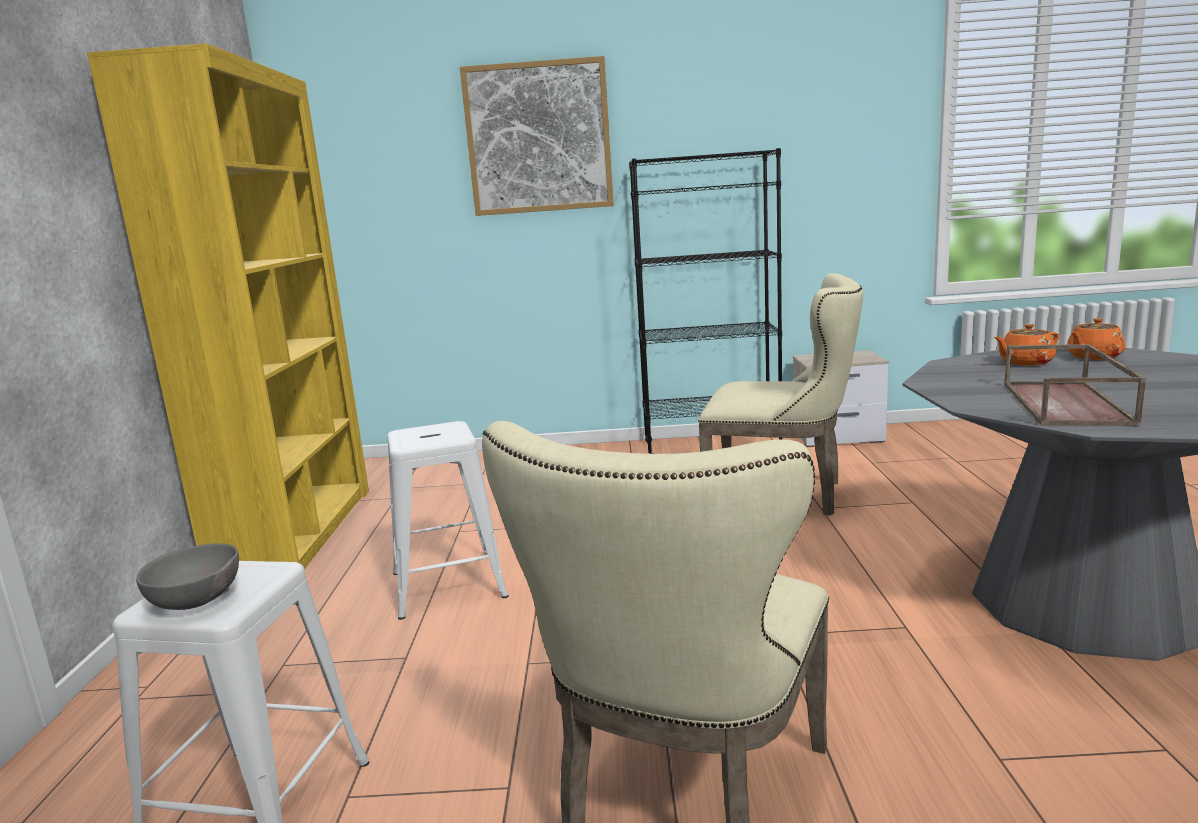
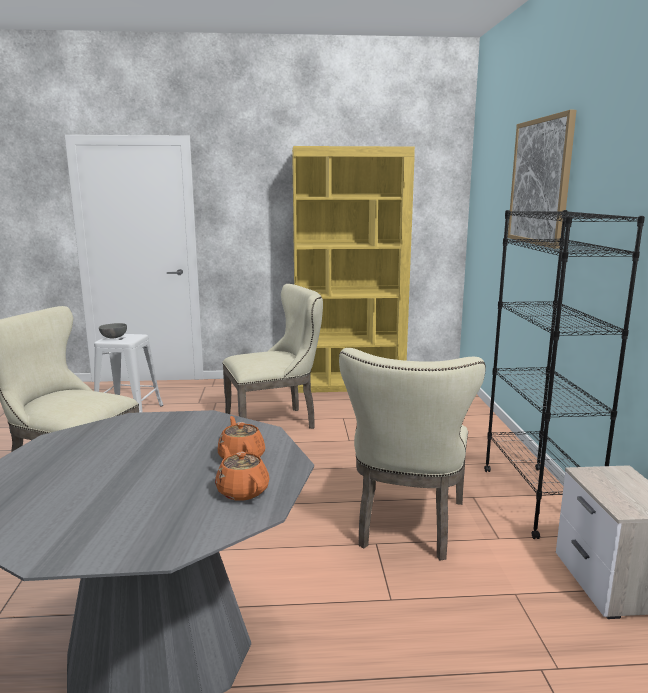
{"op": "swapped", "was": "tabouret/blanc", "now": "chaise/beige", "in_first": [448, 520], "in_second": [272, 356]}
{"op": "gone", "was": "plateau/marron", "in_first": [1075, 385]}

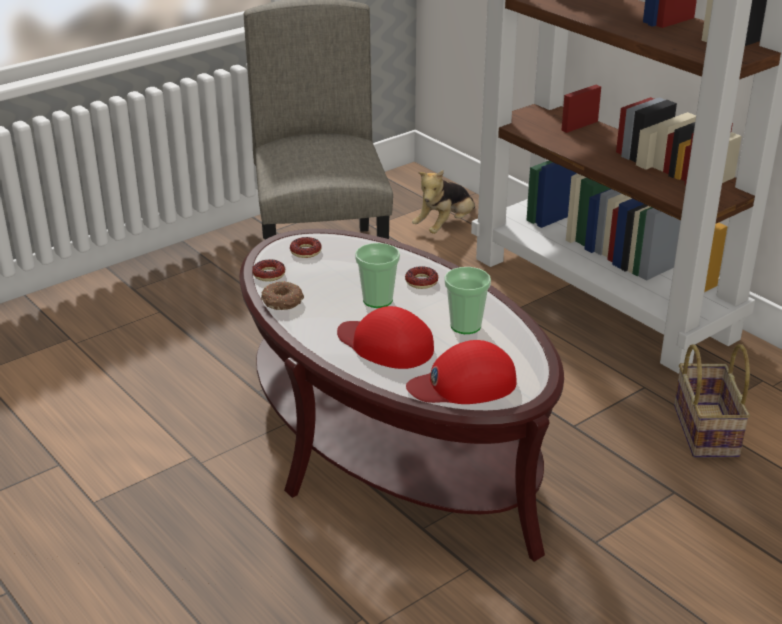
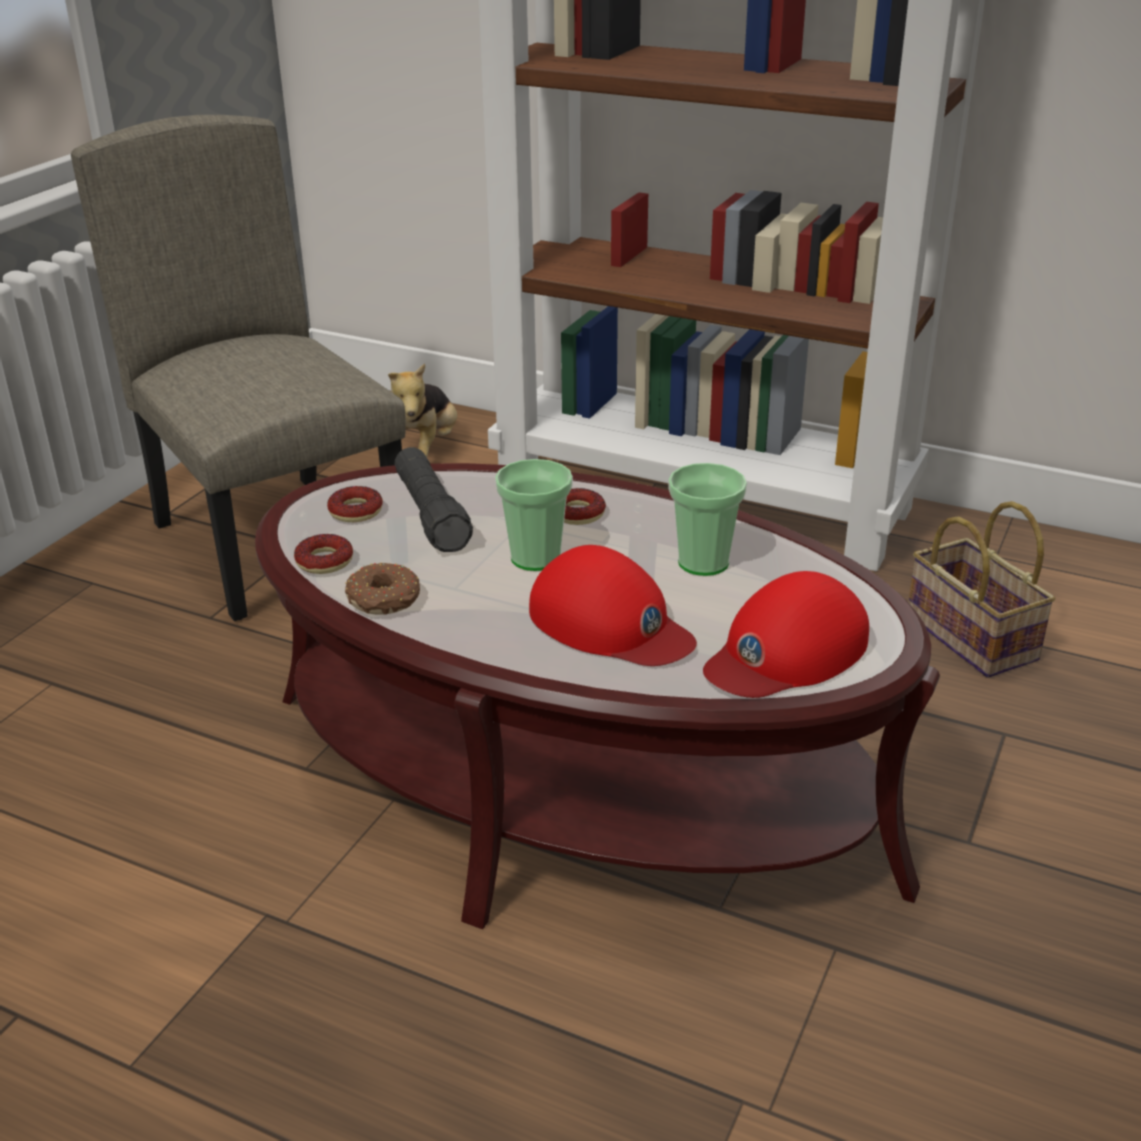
{"op": "new", "now": "lampe de poche/noir", "in_second": [433, 499]}
{"op": "rotated", "was": "casquette/rouge", "in_first": [385, 337], "in_second": [613, 605], "clockwise": -150}

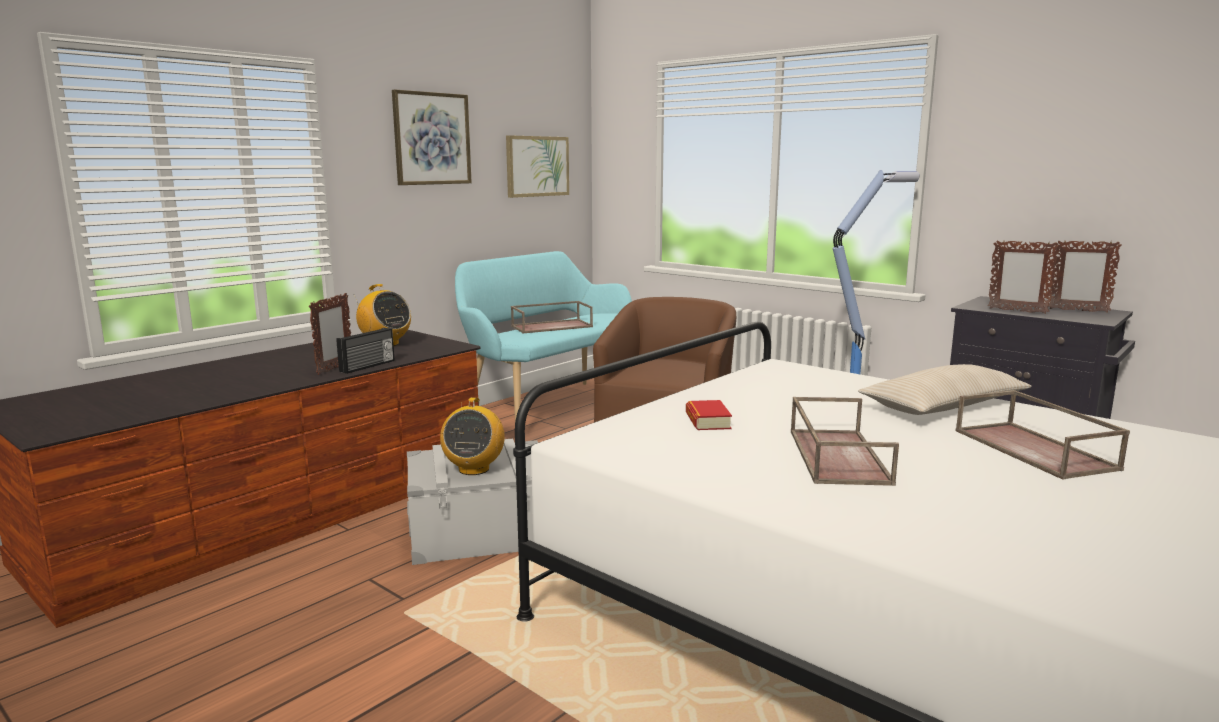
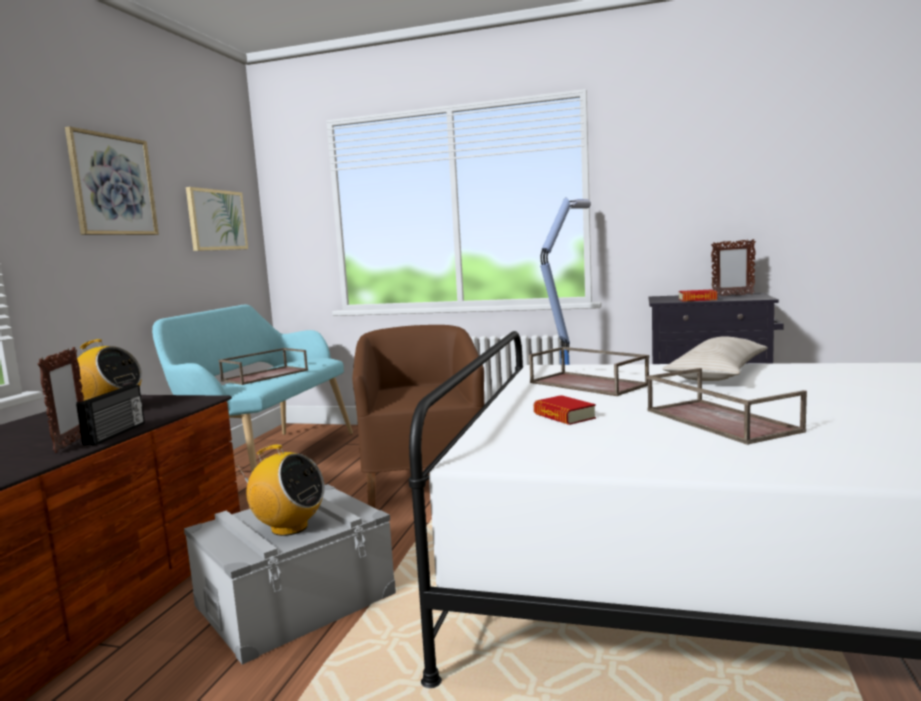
{"op": "rotated", "was": "radio", "in_first": [472, 436], "in_second": [281, 490], "clockwise": -45}
{"op": "shifted", "was": "plateau/marron", "in_first": [1042, 435], "in_second": [589, 371]}
{"op": "swapped", "was": "cadre photo", "now": "livre", "in_first": [1023, 277], "in_second": [698, 295]}

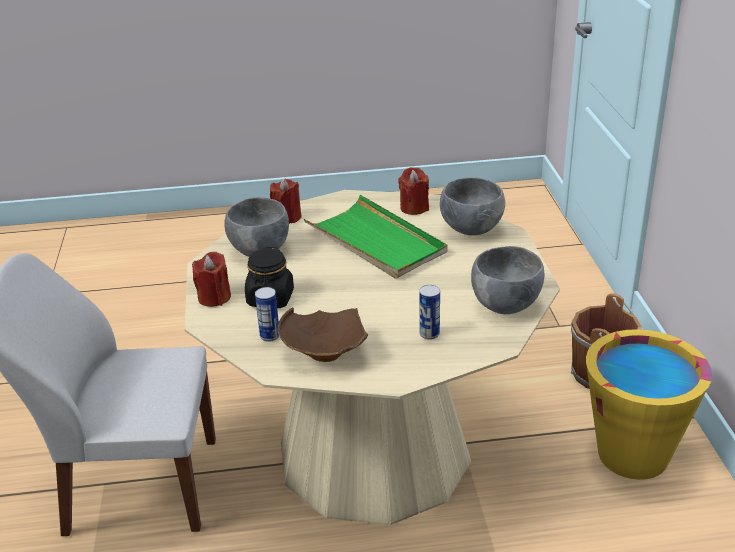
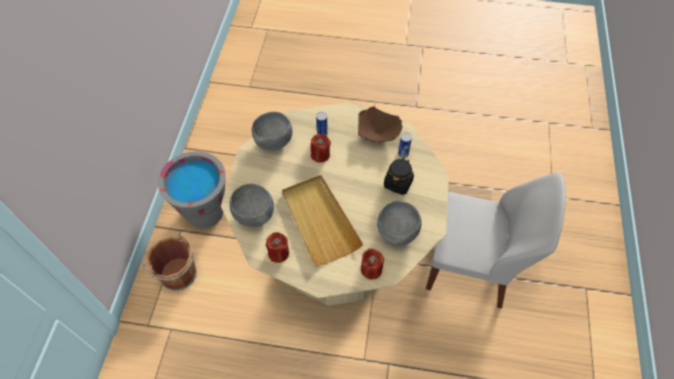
{"op": "repainted", "was": "seau/jaune", "now": "seau/gris", "in_first": [649, 404], "in_second": [192, 189]}
{"op": "repainted", "was": "plateau/vert", "now": "plateau/beige", "in_first": [376, 237], "in_second": [322, 220]}
{"op": "shifted", "was": "bougie/rouge", "in_first": [211, 279], "in_second": [321, 148]}

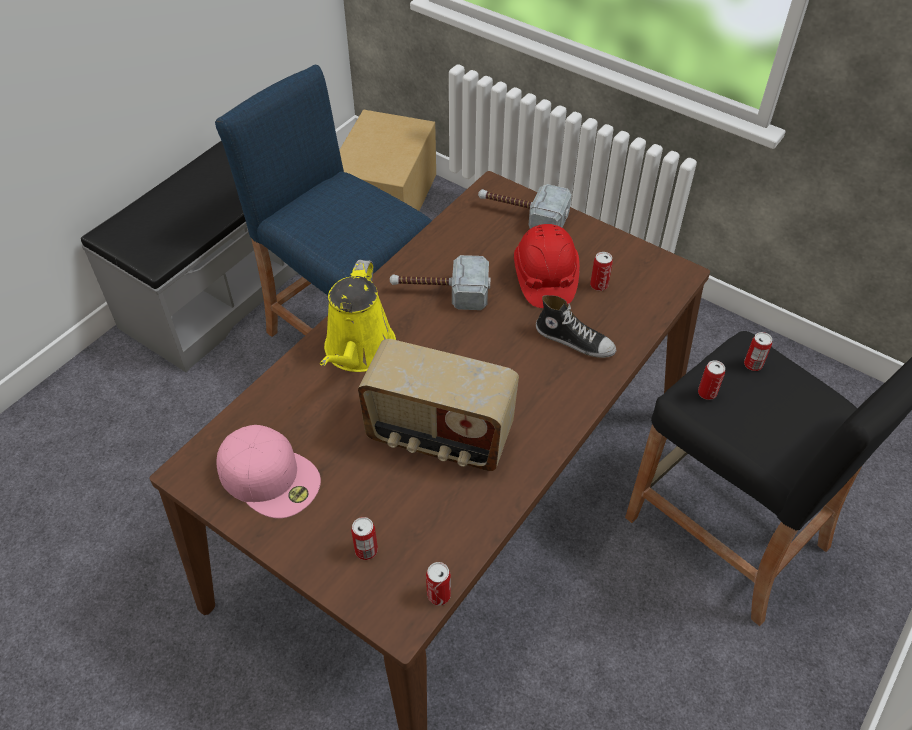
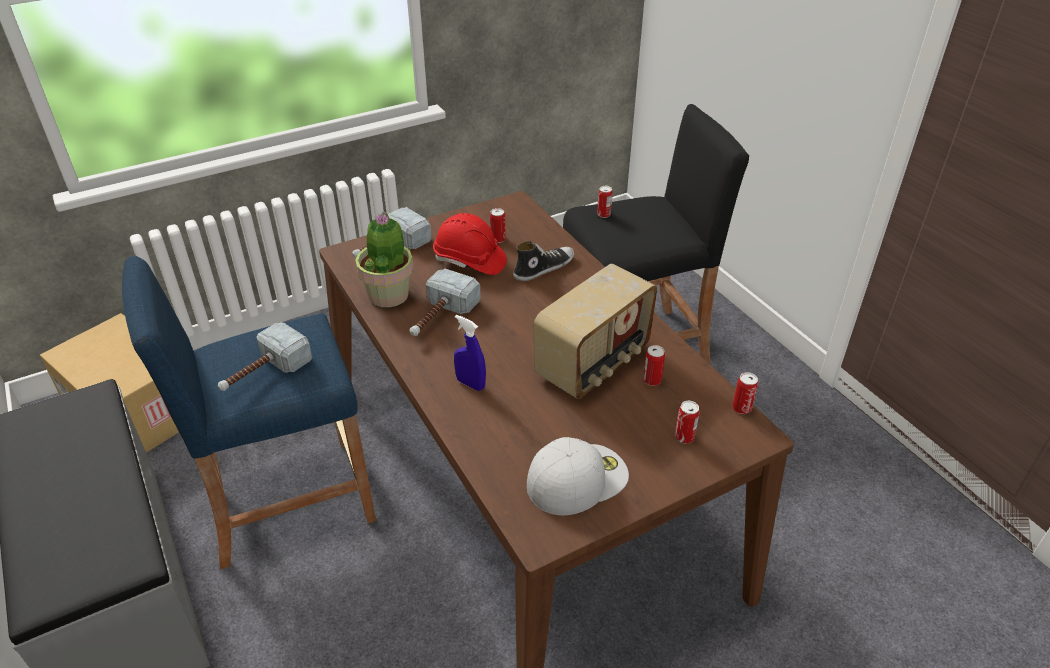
{"op": "new", "now": "marteau", "in_second": [265, 356]}
{"op": "new", "now": "plante en pot", "in_second": [384, 260]}
{"op": "swapped", "was": "arrosoir/jaune", "now": "vaporisateur/bleu", "in_first": [358, 316], "in_second": [470, 353]}
{"op": "repainted", "was": "casquette/rose", "now": "casquette/blanc", "in_first": [268, 471], "in_second": [578, 476]}
{"op": "shifted", "was": "boîte métallique", "in_first": [711, 380], "in_second": [654, 365]}

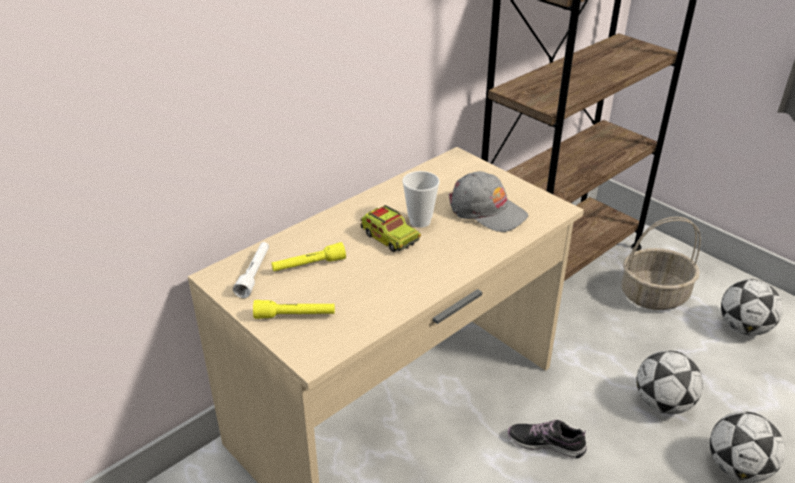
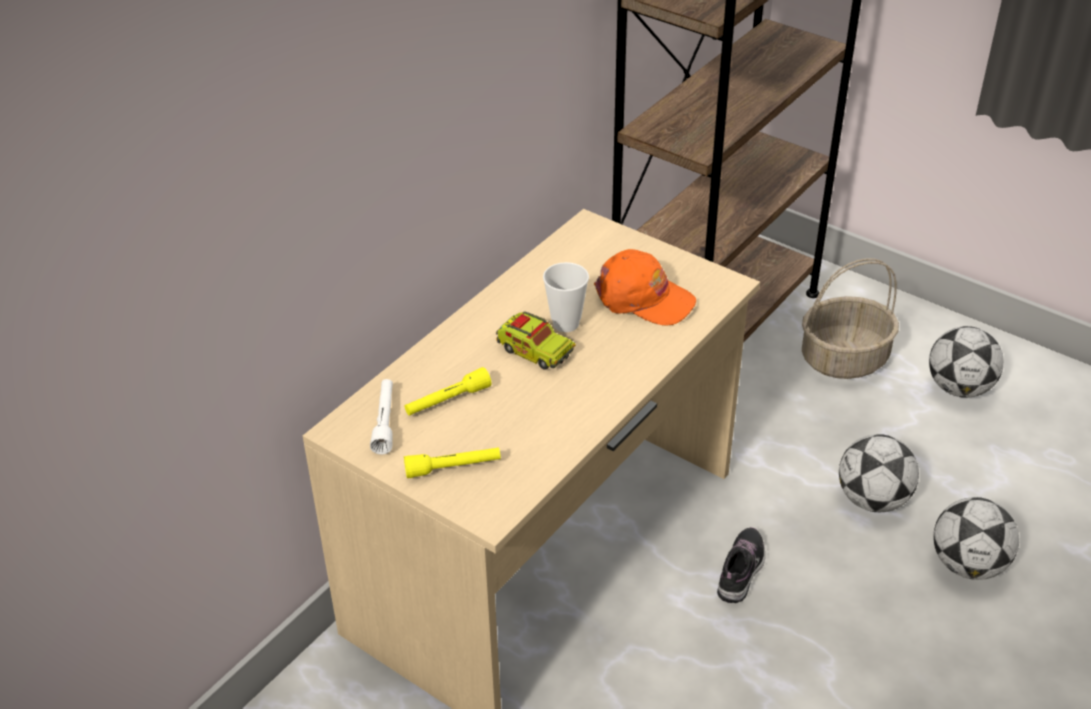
{"op": "repainted", "was": "casquette/gris", "now": "casquette/orange", "in_first": [488, 201], "in_second": [645, 287]}
{"op": "rotated", "was": "chaussure", "in_first": [547, 439], "in_second": [741, 565], "clockwise": 105}

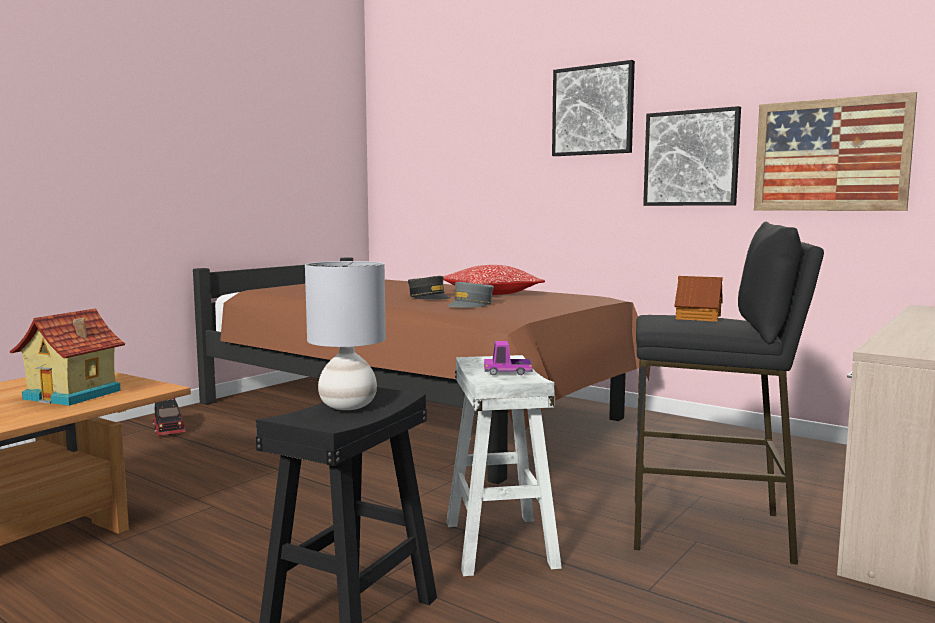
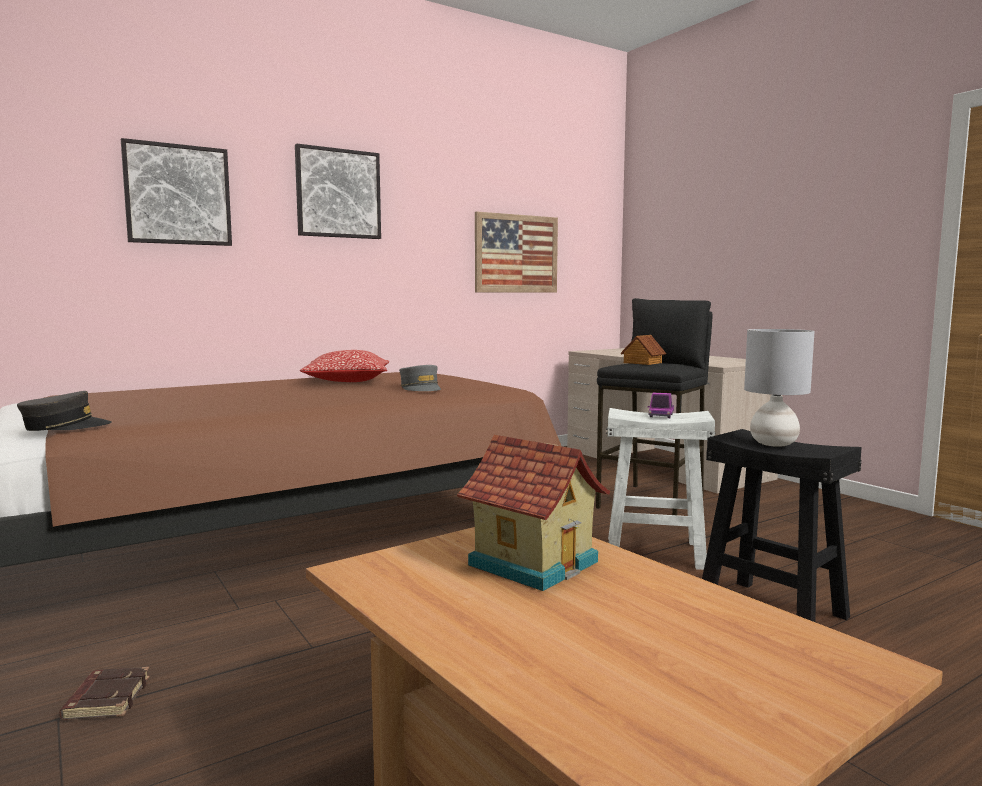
{"op": "shifted", "was": "casquette/gris", "in_first": [429, 288], "in_second": [64, 411]}
{"op": "swapped", "was": "camion jouet", "now": "livre/marron", "in_first": [169, 417], "in_second": [104, 693]}
{"op": "shifted", "was": "tableau", "in_first": [692, 156], "in_second": [176, 192]}

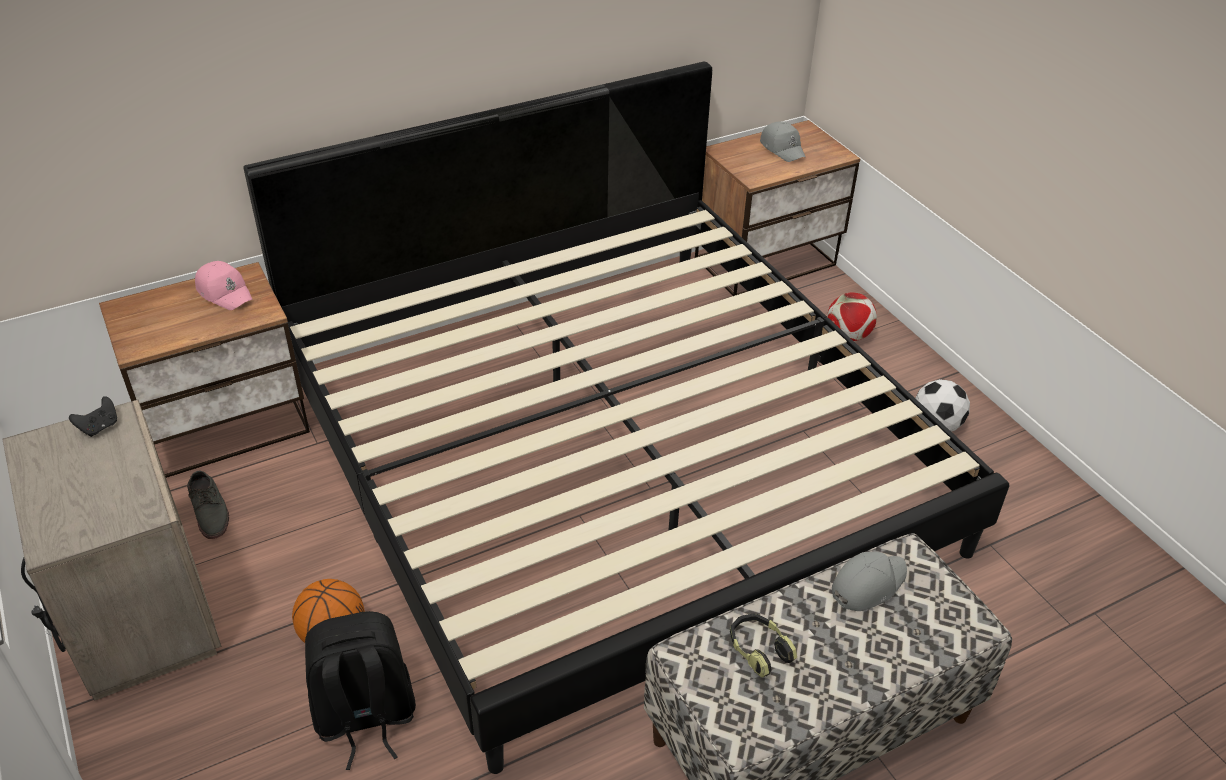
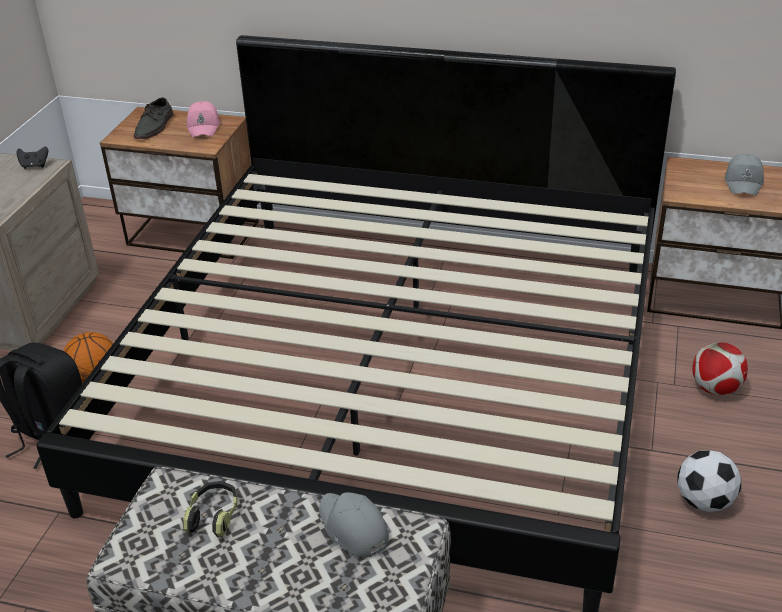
{"op": "shifted", "was": "chaussure/gris", "in_first": [208, 505], "in_second": [153, 118]}
{"op": "rotated", "was": "casquette/gris", "in_first": [869, 581], "in_second": [354, 524], "clockwise": -135}

